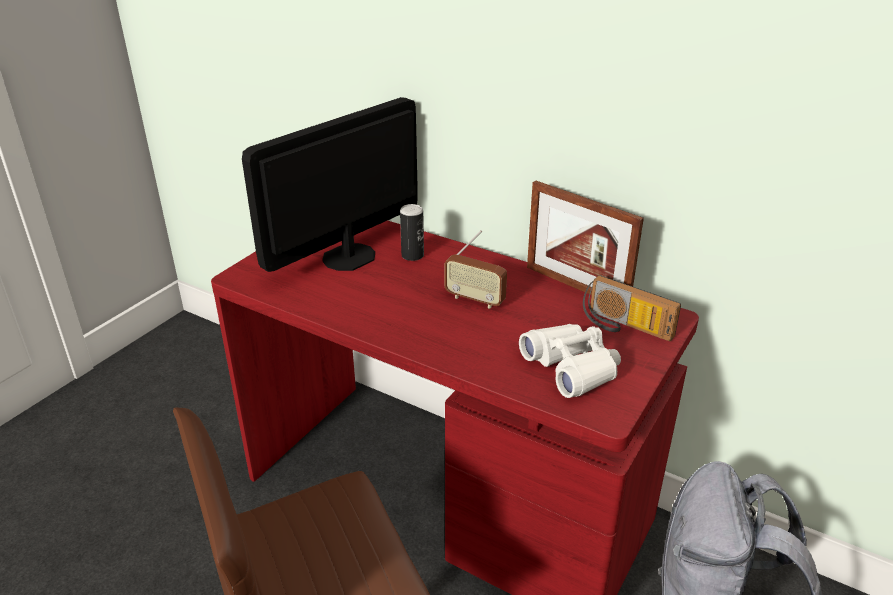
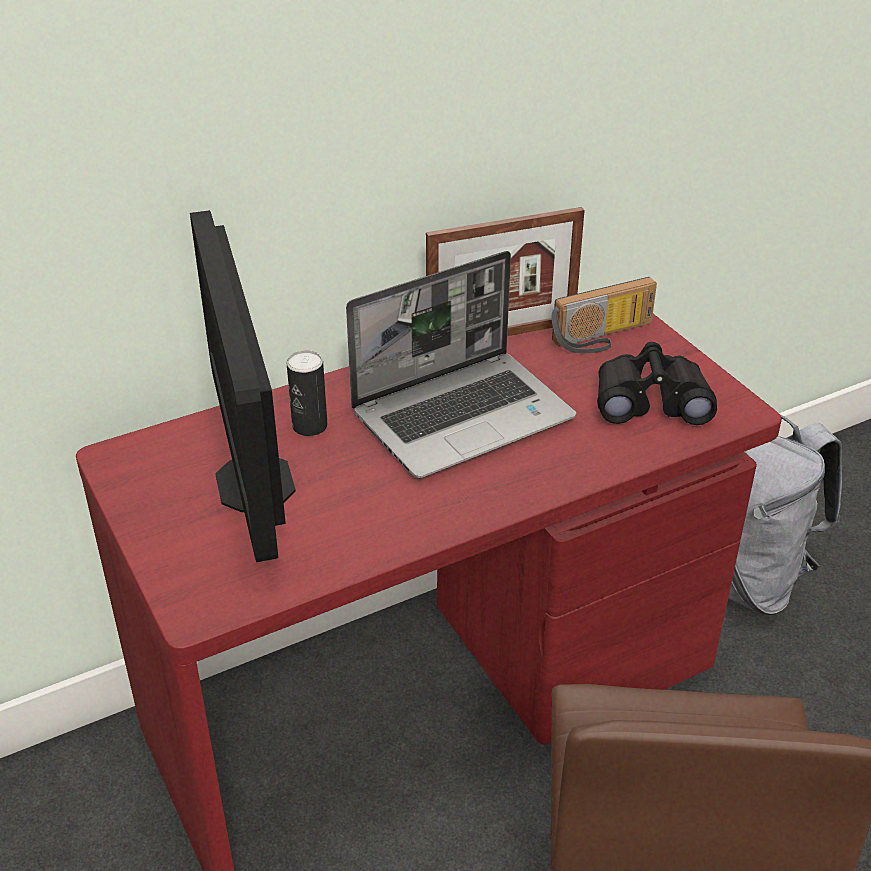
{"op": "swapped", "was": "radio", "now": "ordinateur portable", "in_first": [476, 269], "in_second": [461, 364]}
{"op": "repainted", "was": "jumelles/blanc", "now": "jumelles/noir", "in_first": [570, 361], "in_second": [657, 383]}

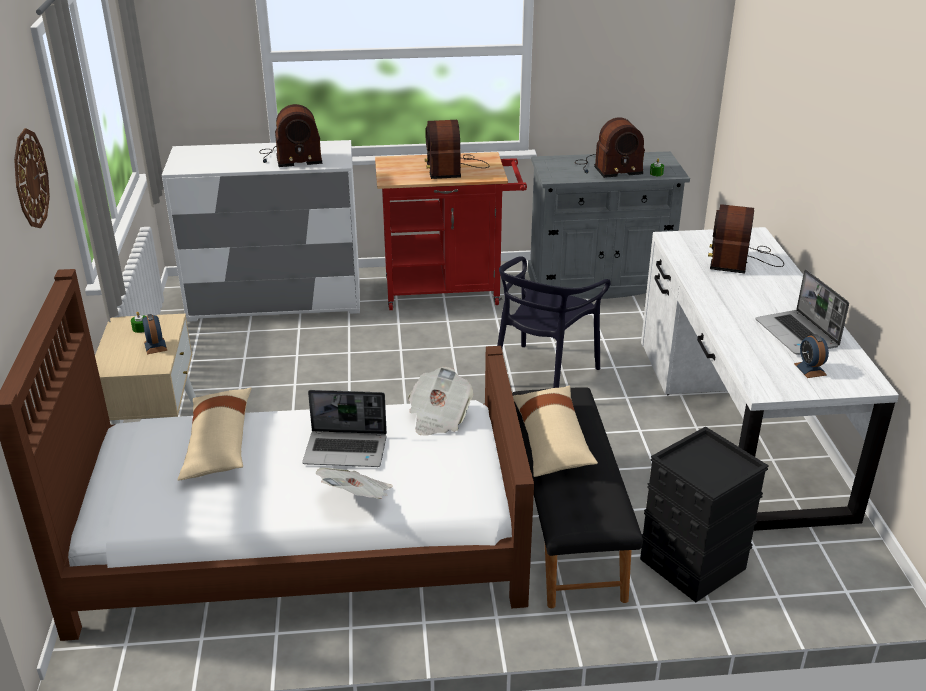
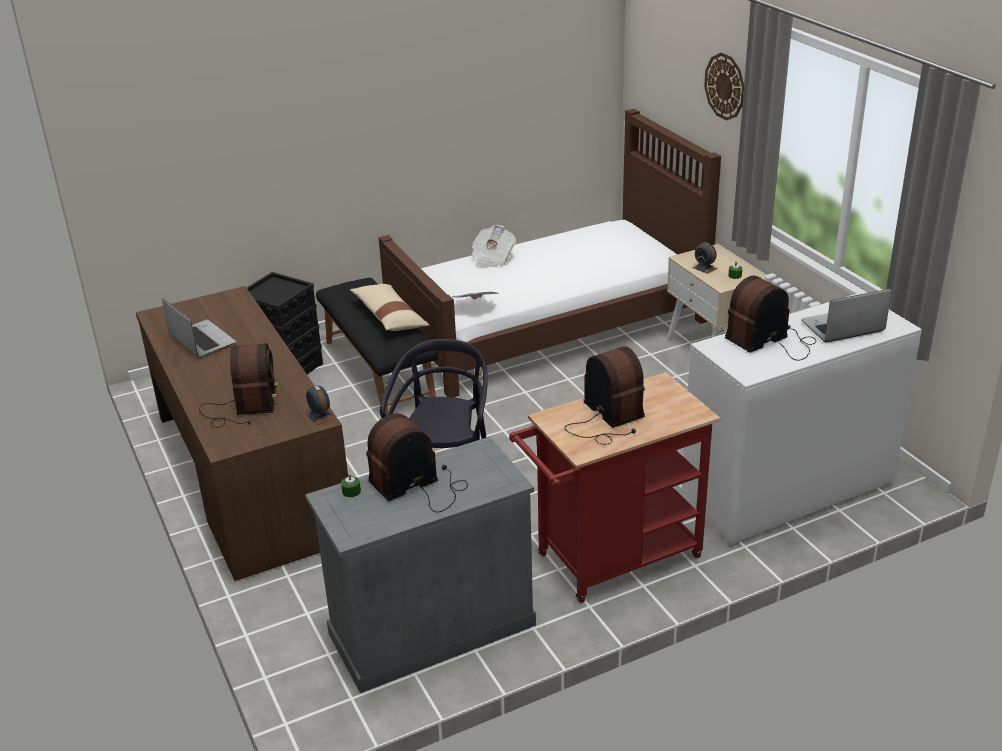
{"op": "repainted", "was": "bureau/blanc", "now": "bureau/marron", "in_first": [770, 379], "in_second": [242, 433]}
{"op": "shifted", "was": "réveil", "in_first": [811, 356], "in_second": [320, 405]}
{"op": "shifted", "was": "ordinateur portable", "in_first": [344, 428], "in_second": [846, 315]}
{"op": "gone", "was": "coussin/beige", "in_first": [215, 434]}

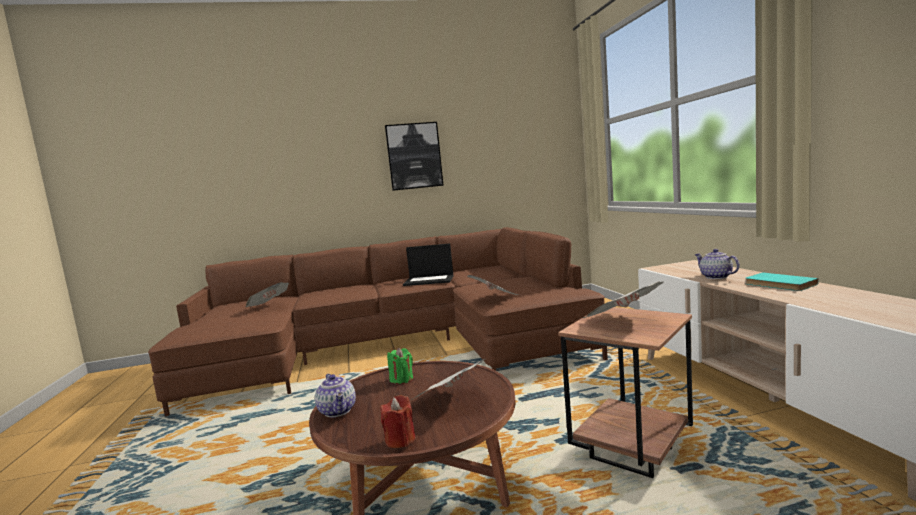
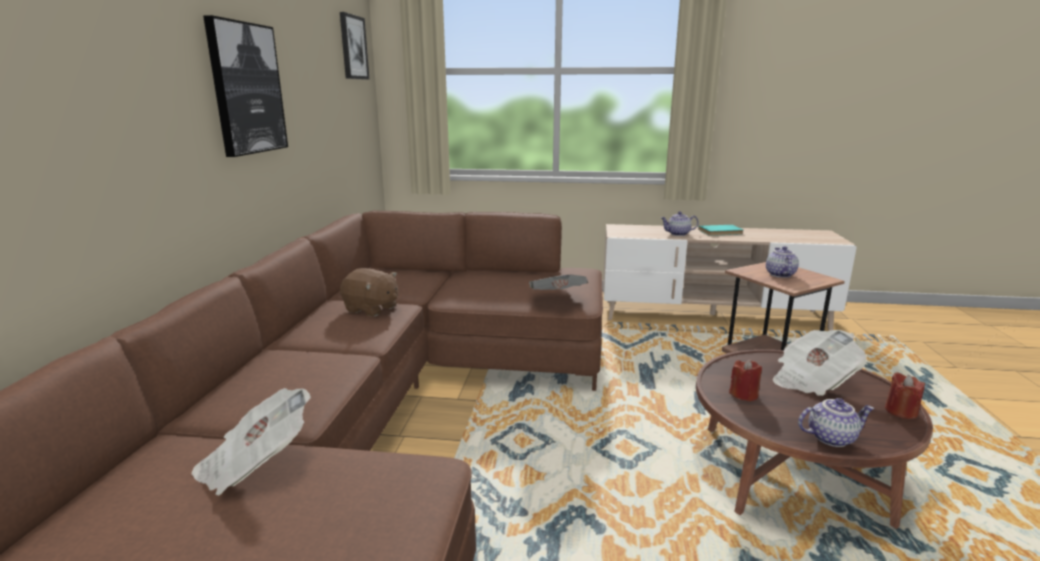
{"op": "new", "now": "tableau", "in_second": [355, 46]}
{"op": "swapped", "was": "ordinateur portable", "now": "peluche/marron", "in_first": [428, 264], "in_second": [369, 292]}
{"op": "repainted", "was": "bougie/vert", "now": "bougie/rouge", "in_first": [400, 366], "in_second": [745, 380]}
{"op": "swapped", "was": "journal", "now": "théière", "in_first": [623, 299], "in_second": [782, 262]}

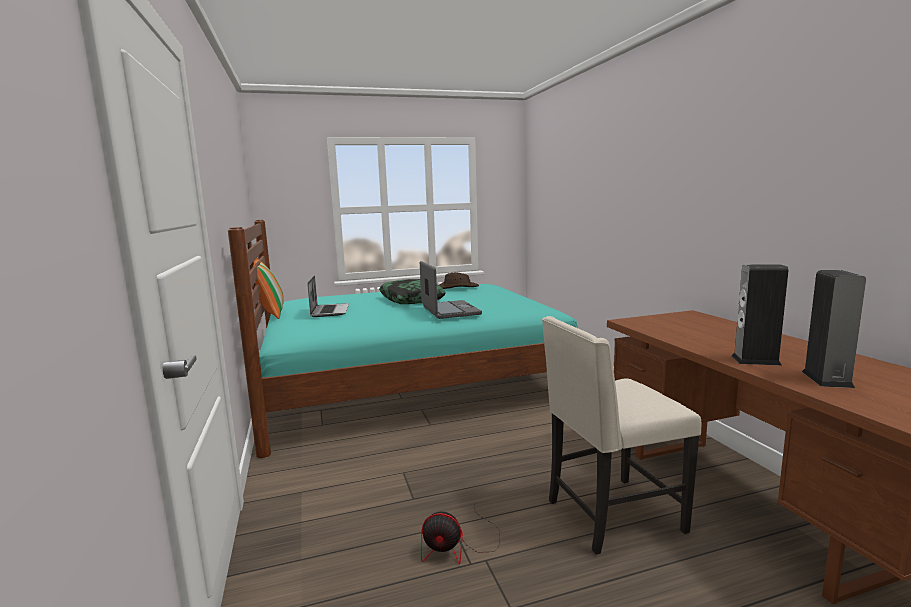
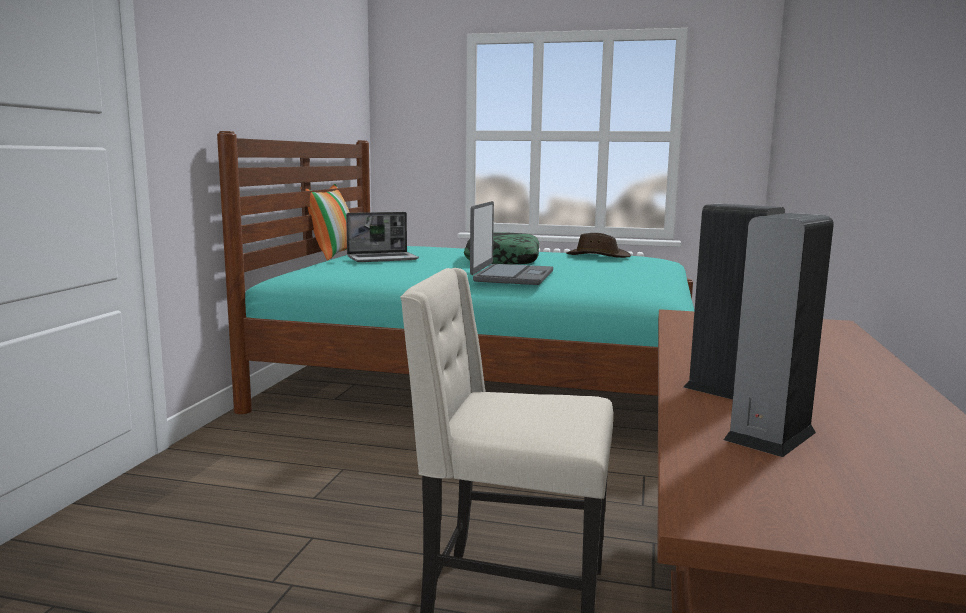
{"op": "rotated", "was": "ordinateur portable", "in_first": [328, 296], "in_second": [382, 237], "clockwise": 45}
{"op": "gone", "was": "ventilateur", "in_first": [460, 534]}

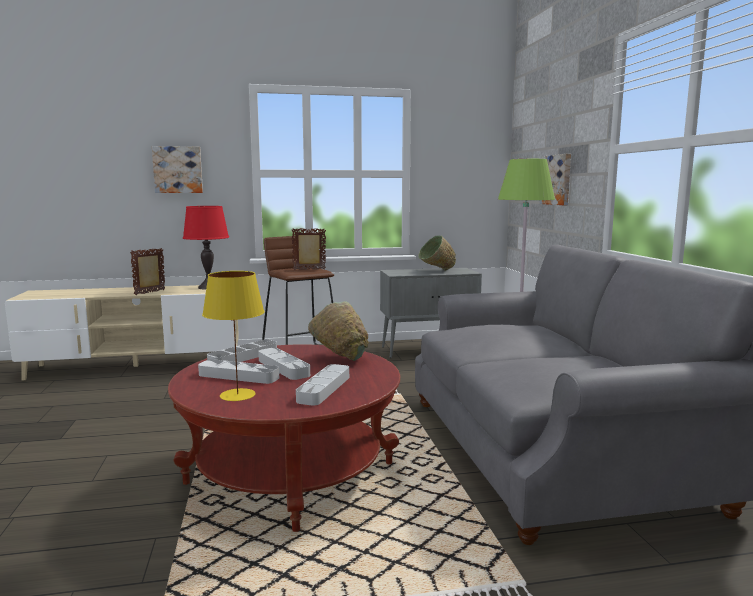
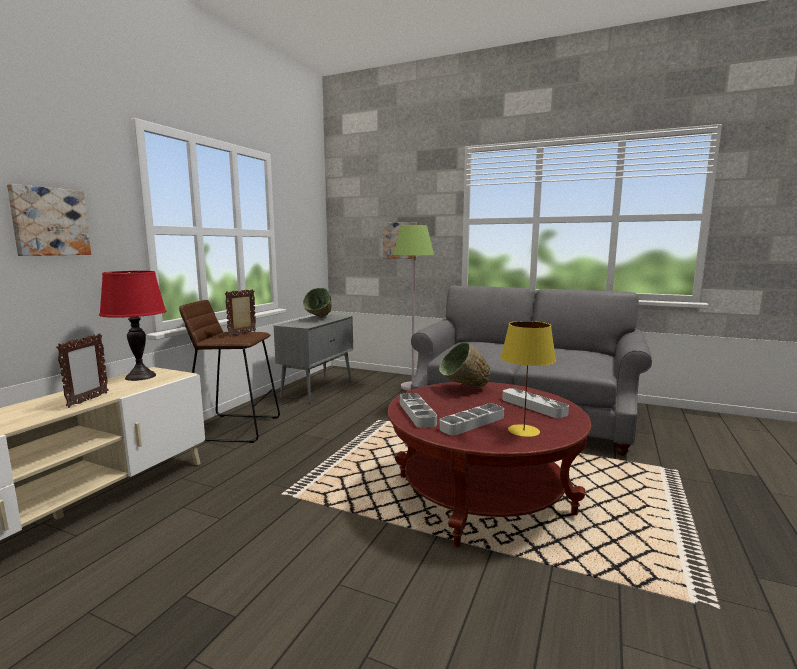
{"op": "rotated", "was": "cadre photo", "in_first": [147, 271], "in_second": [82, 370], "clockwise": -150}
{"op": "gone", "was": "plateau/gris", "in_first": [284, 364]}

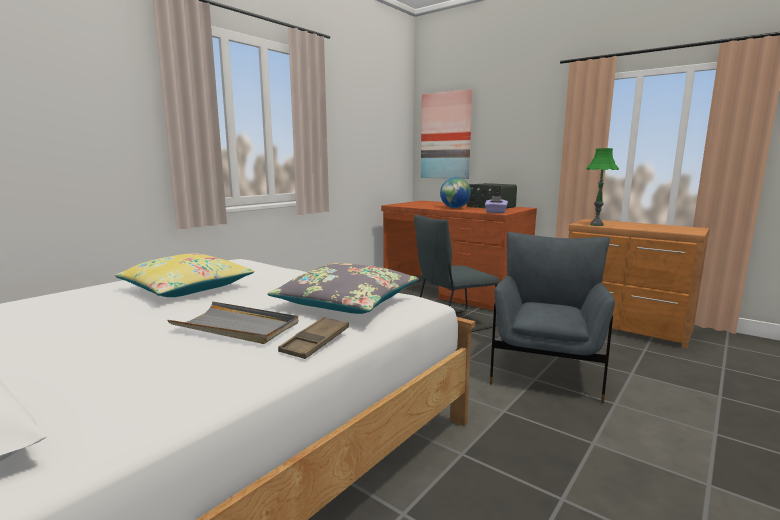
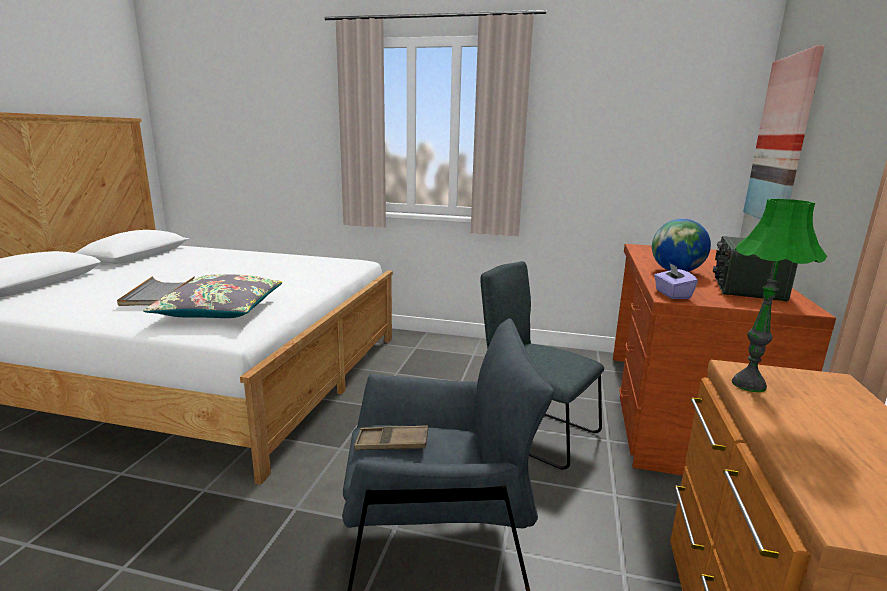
{"op": "shifted", "was": "plateau/marron", "in_first": [313, 337], "in_second": [391, 437]}
{"op": "gone", "was": "coussin/jaune", "in_first": [184, 275]}

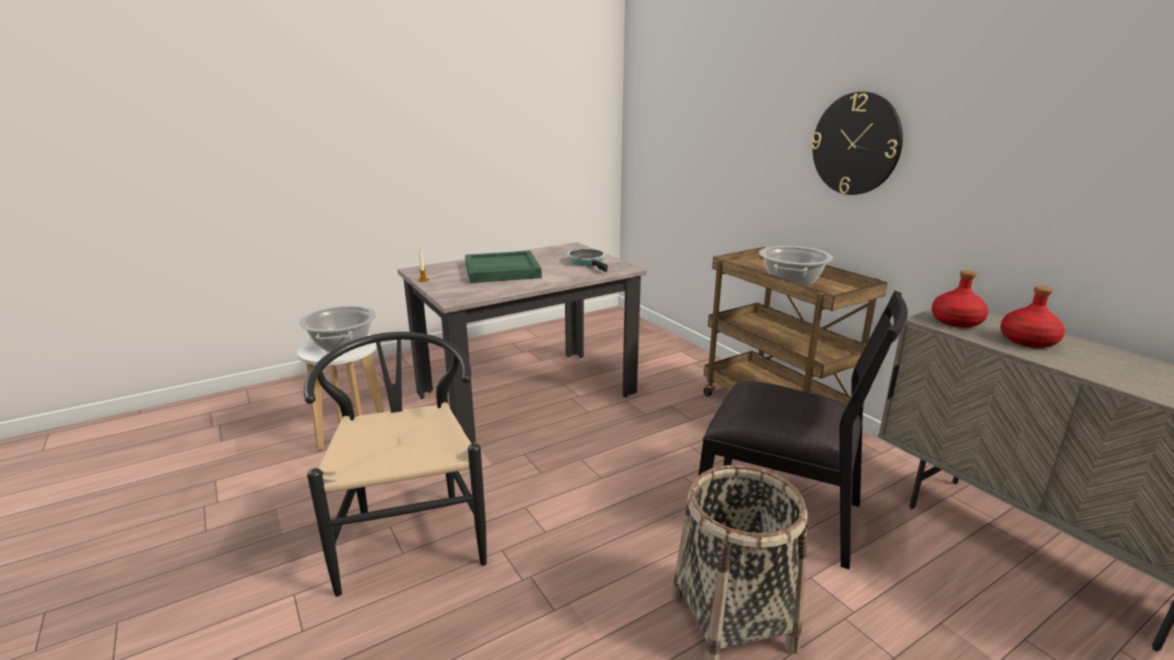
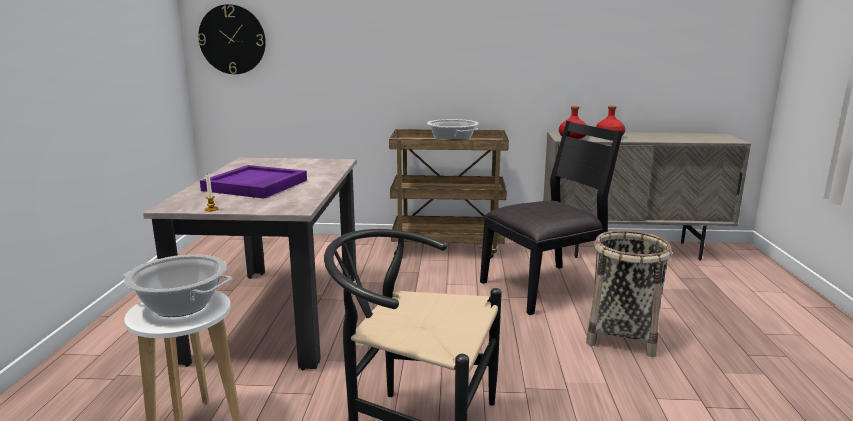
{"op": "shifted", "was": "horloge murale", "in_first": [857, 143], "in_second": [232, 39]}
{"op": "repainted", "was": "plateau/vert", "now": "plateau/violet", "in_first": [503, 267], "in_second": [253, 182]}
{"op": "gone", "was": "poêle", "in_first": [587, 260]}

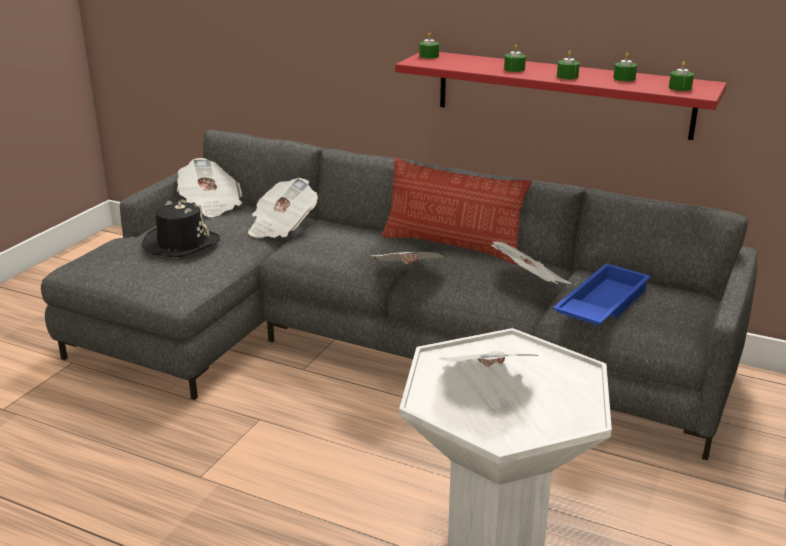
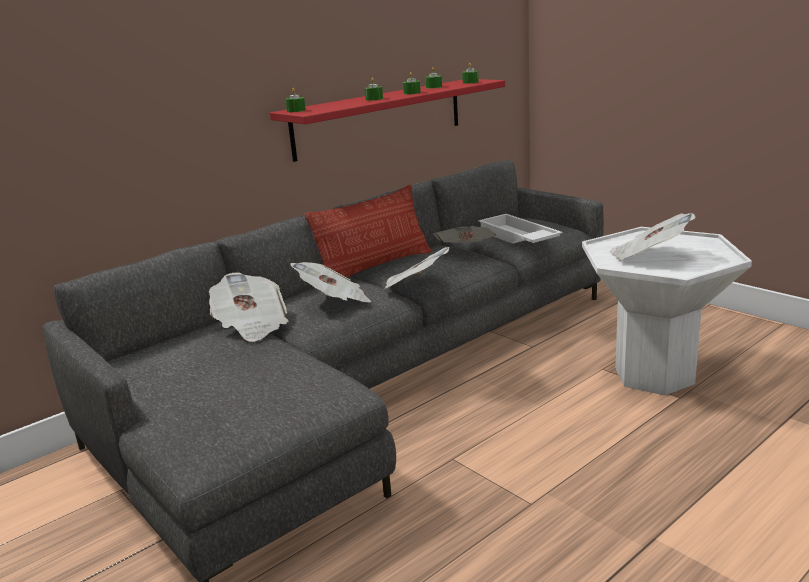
{"op": "shifted", "was": "journal", "in_first": [209, 187], "in_second": [331, 282]}
{"op": "repainted", "was": "plateau/bleu", "now": "plateau/blanc", "in_first": [602, 295], "in_second": [520, 229]}
{"op": "gone", "was": "chapeau/noir", "in_first": [180, 228]}

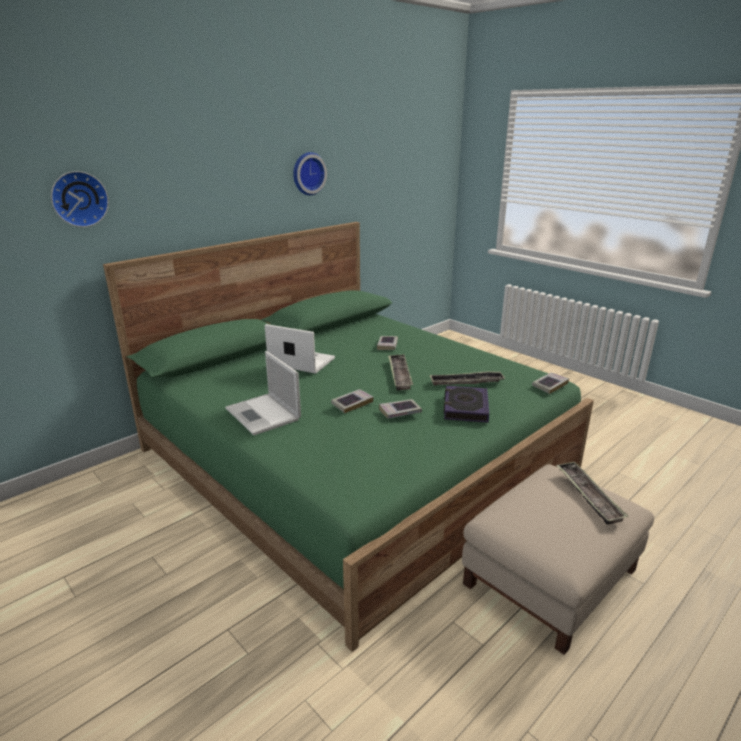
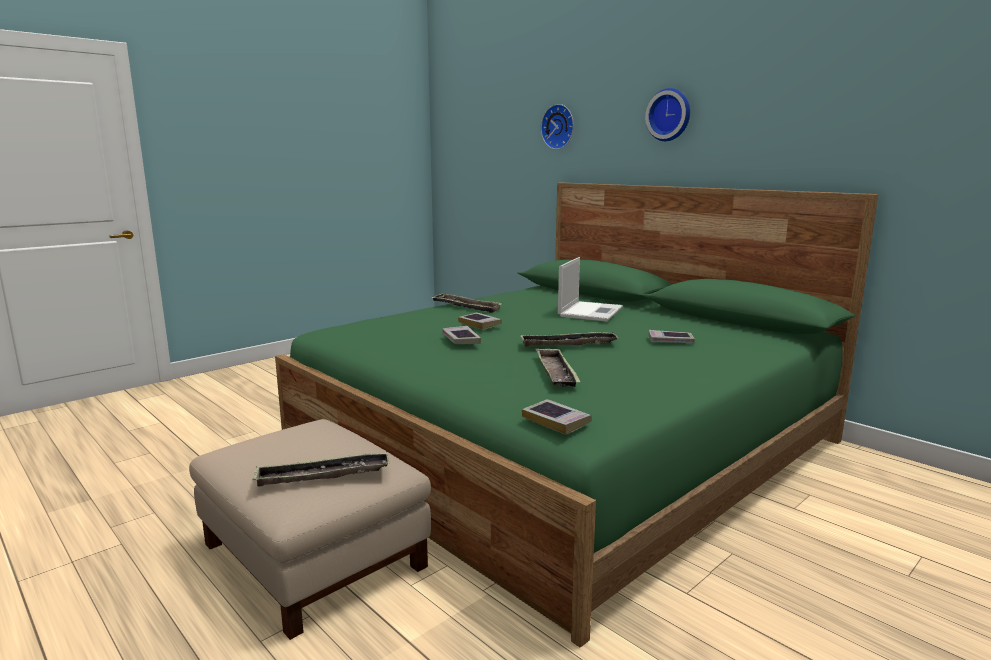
{"op": "swapped", "was": "ordinateur portable", "now": "plateau", "in_first": [263, 393], "in_second": [467, 303]}
{"op": "shifted", "was": "horloge murale", "in_first": [310, 173], "in_second": [667, 114]}
{"op": "gone", "was": "livre", "in_first": [466, 404]}

